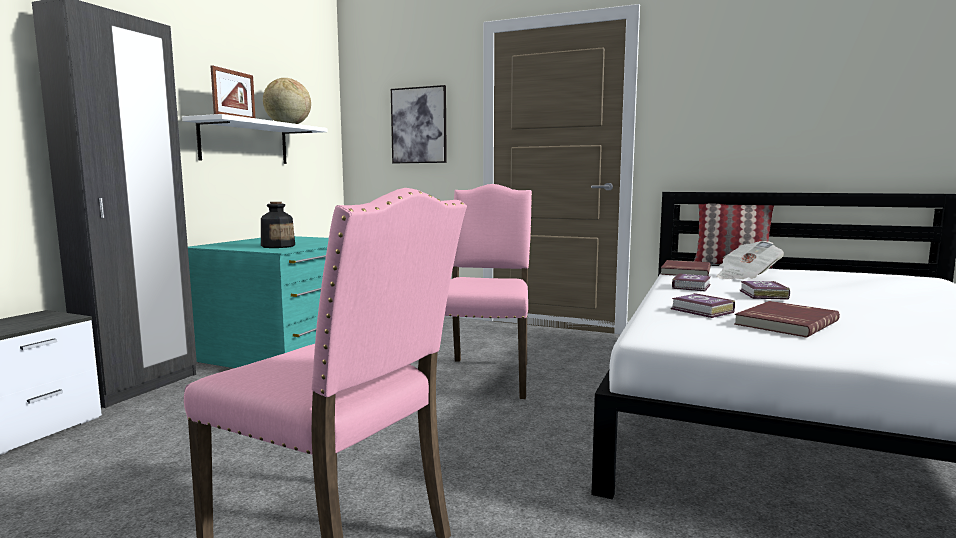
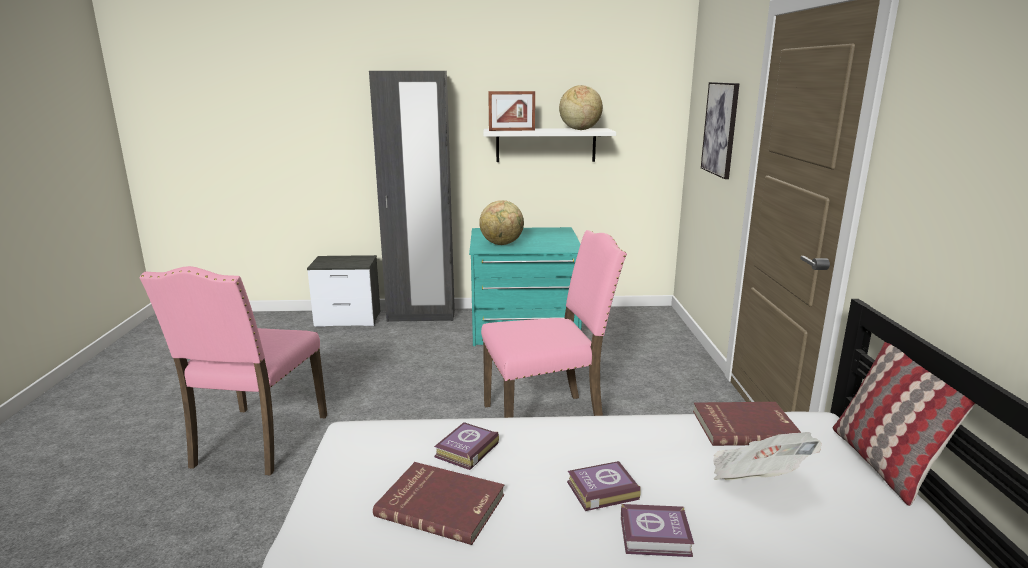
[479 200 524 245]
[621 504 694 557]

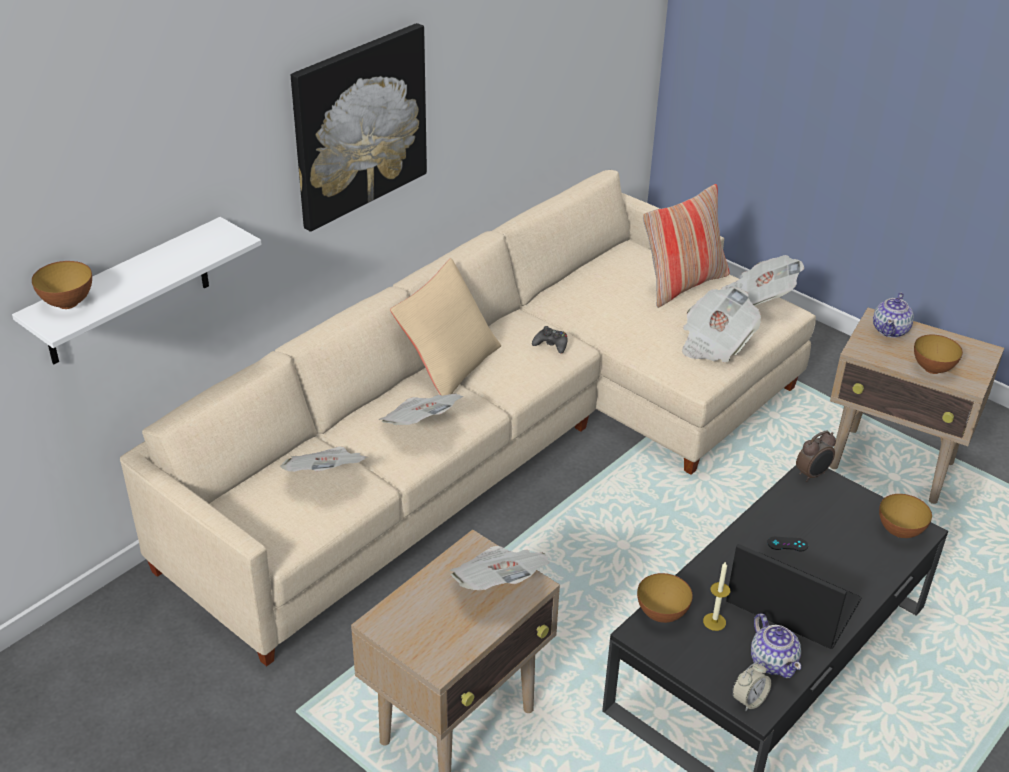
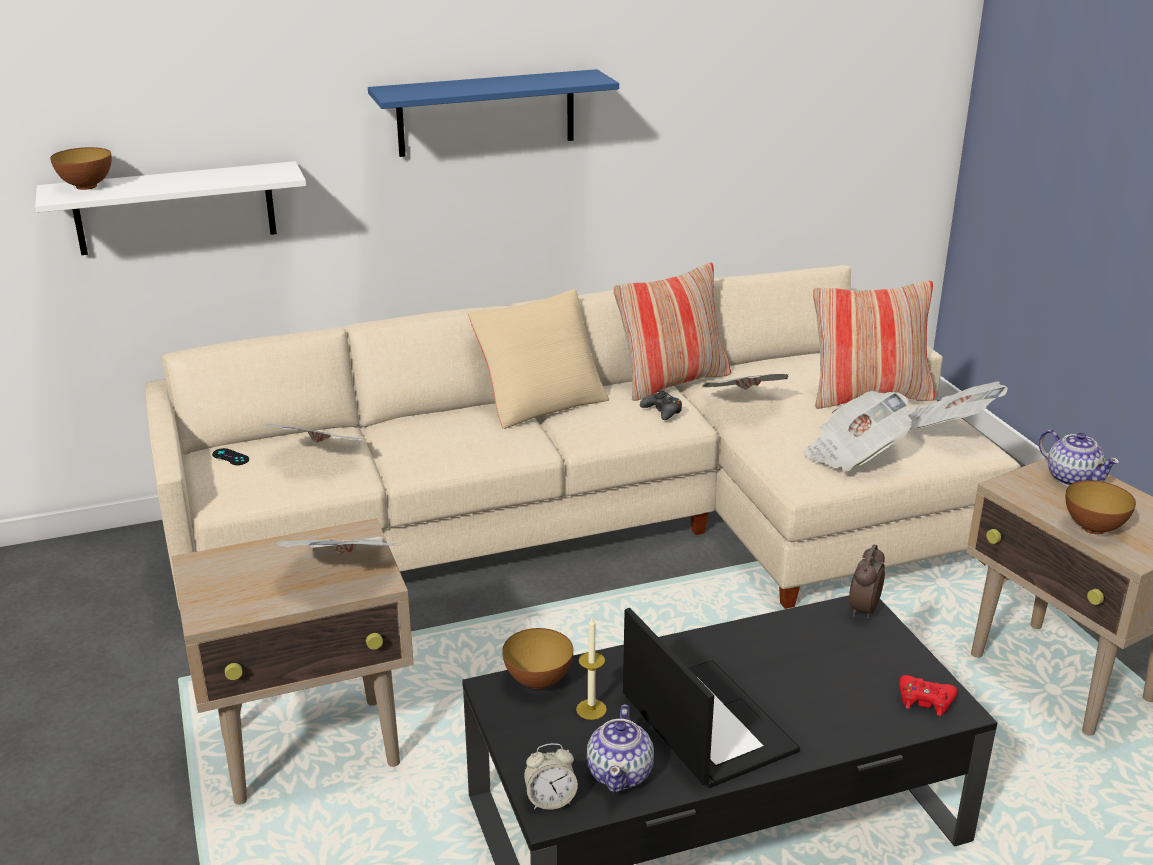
[368 69 619 157]
[1038 430 1120 486]
[702 374 789 390]
[849 544 885 619]
[899 675 957 716]
[212 448 249 465]
[613 263 731 401]

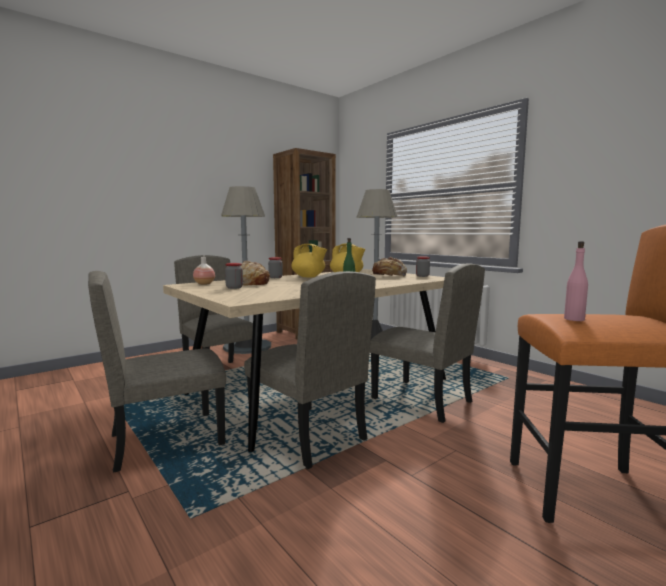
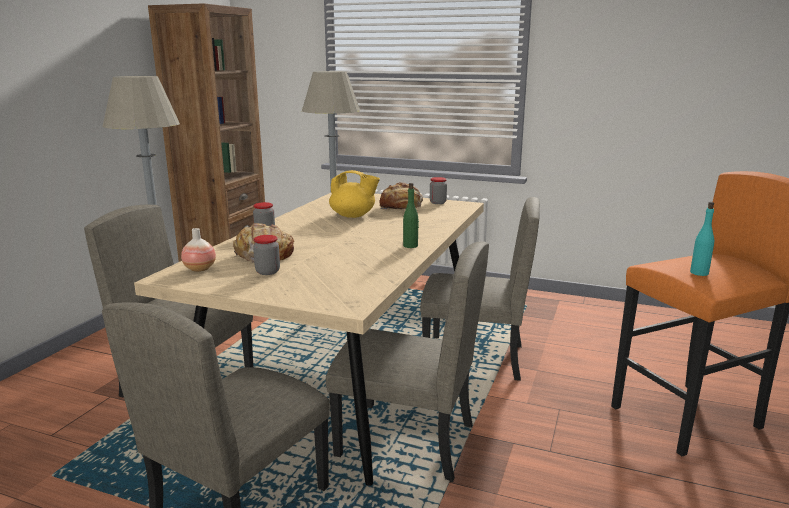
[690 202 714 276]
[291 244 327 277] (first image)

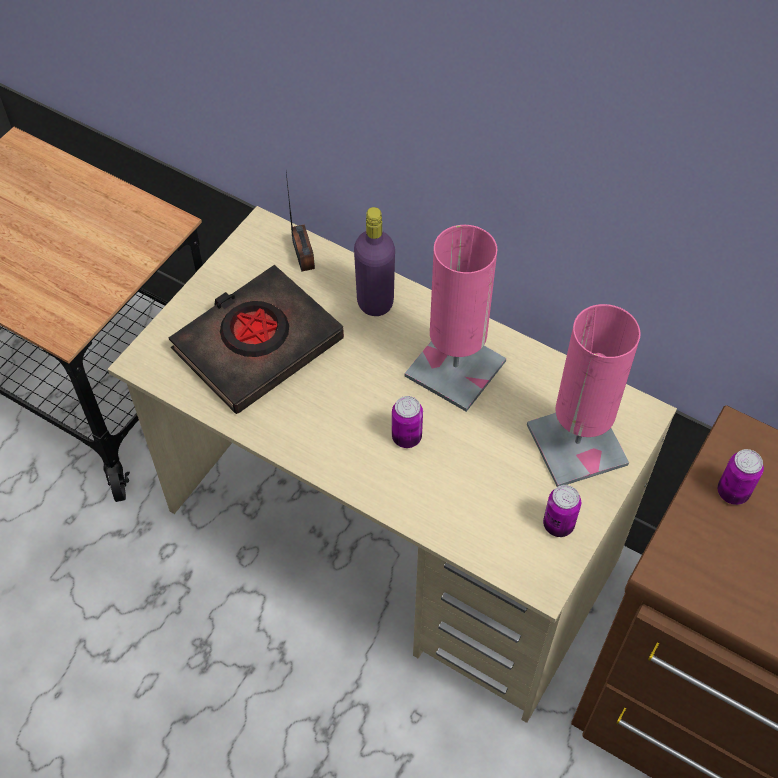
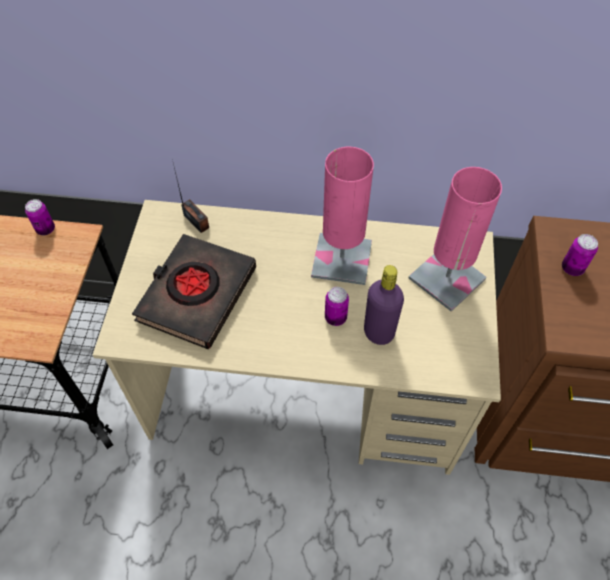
[364 265 404 345]
[25 199 55 235]

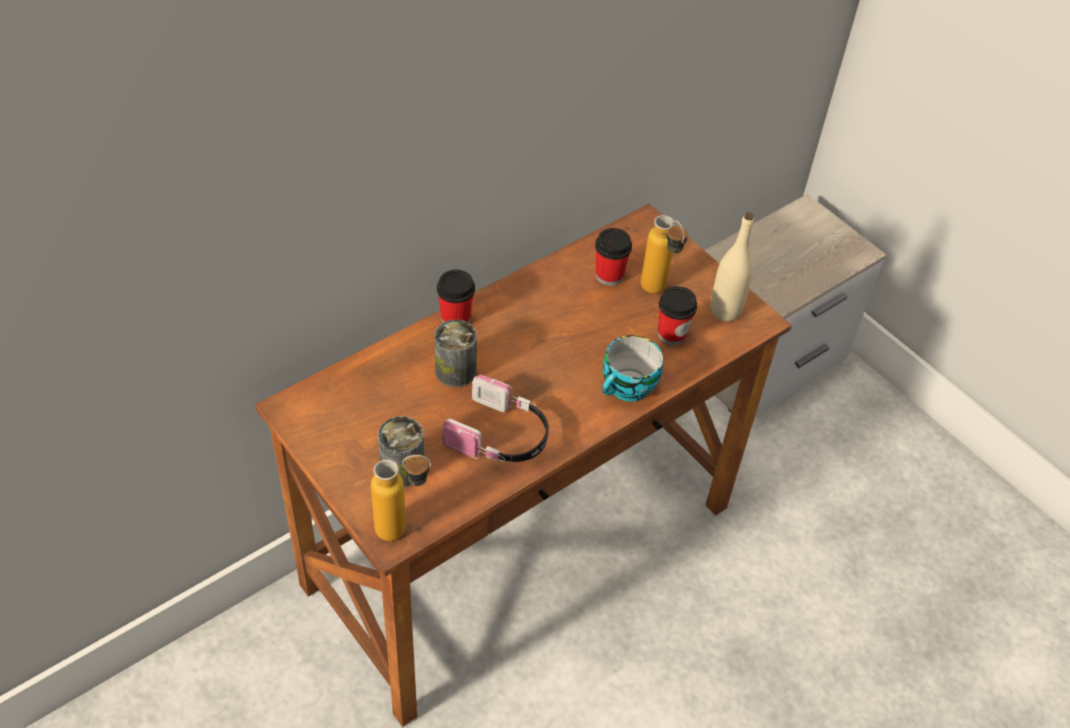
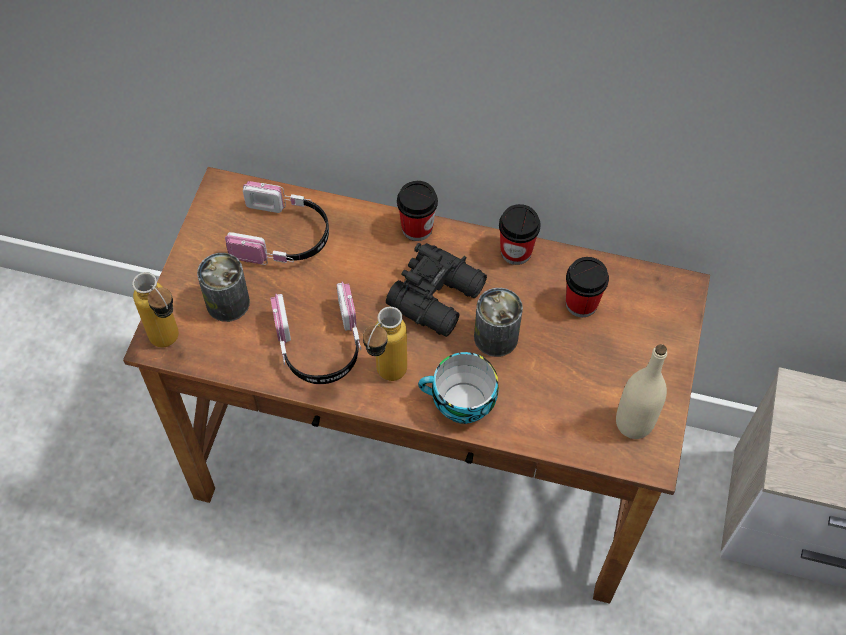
[363 307 407 381]
[499 204 541 265]
[474 288 523 357]
[225 181 329 265]
[386 243 487 337]

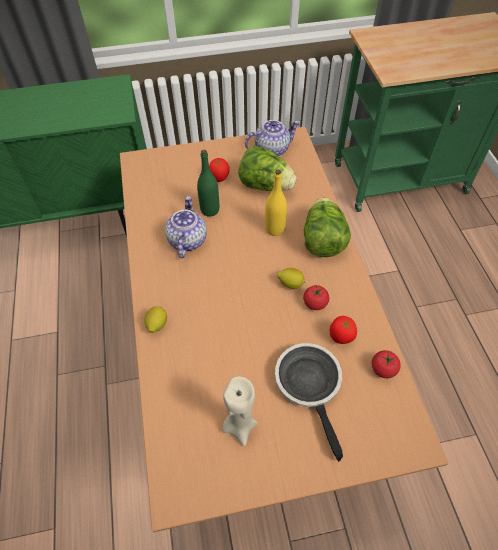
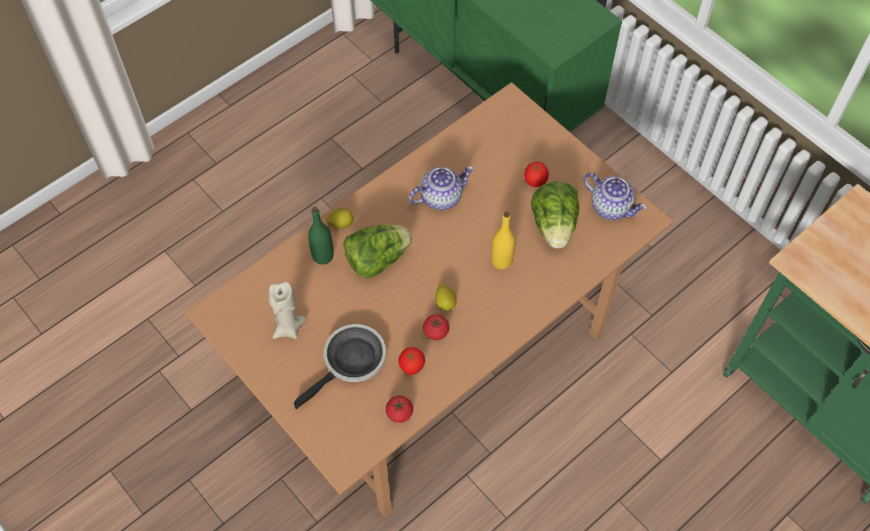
[308 207 334 265]
[344 224 412 278]

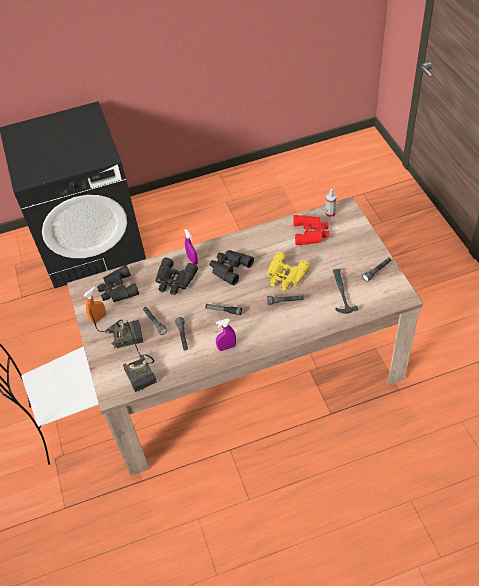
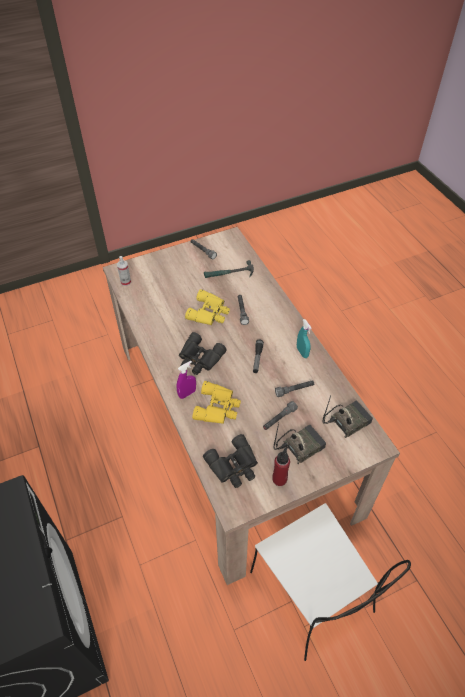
[293 215 330 245] (first image)
[192 381 241 424]
[272 447 290 486]
[274 422 326 464]
[297 319 312 358]

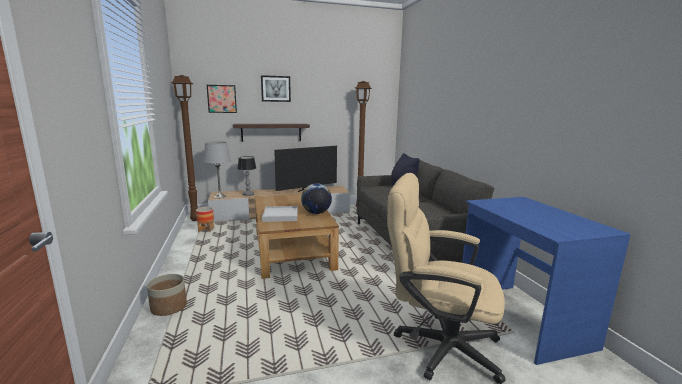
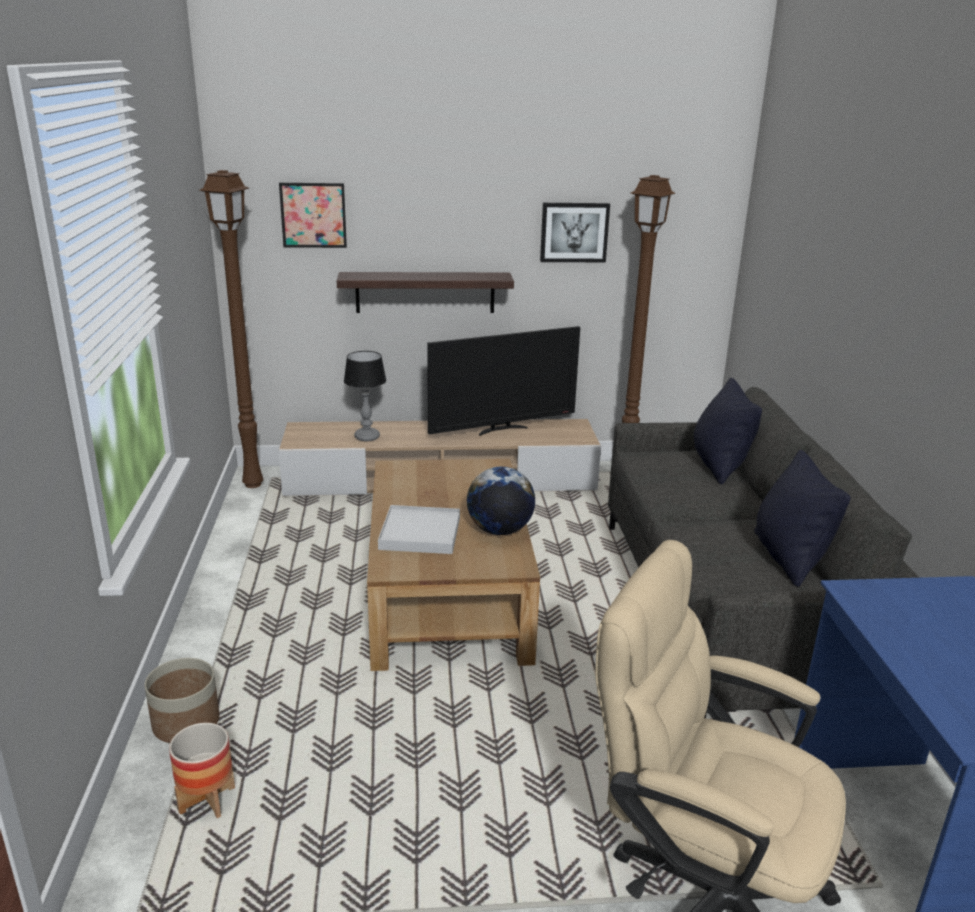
[540 203 610 262]
[203 141 231 198] (first image)
[169 723 235 818]
[754 450 851 587]

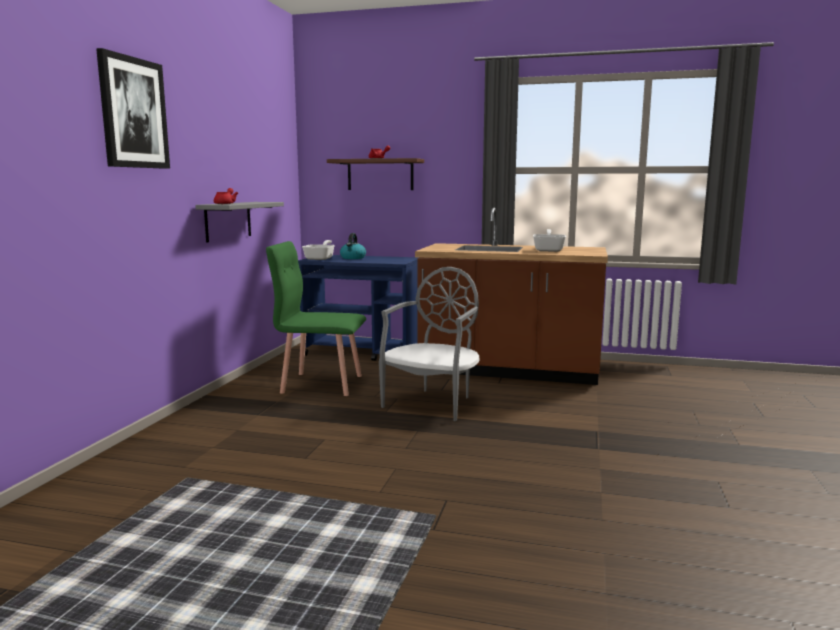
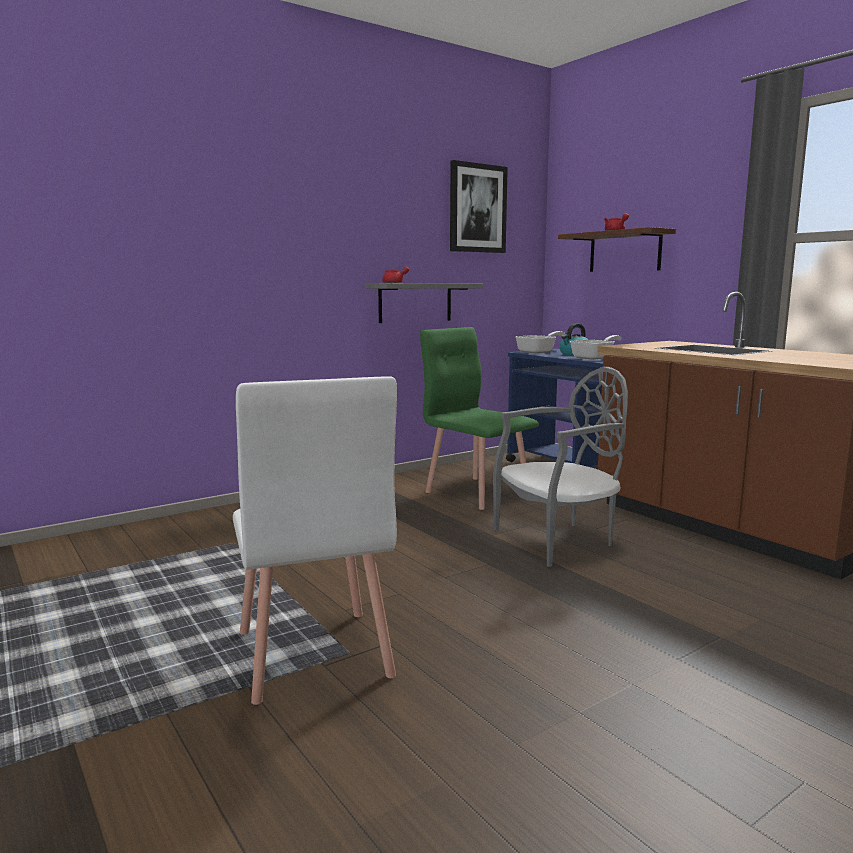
[450 160 508 253]
[570 335 622 360]
[233 376 397 705]

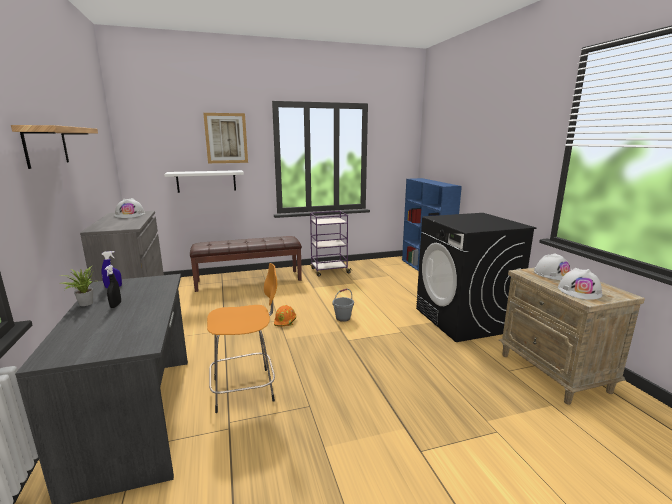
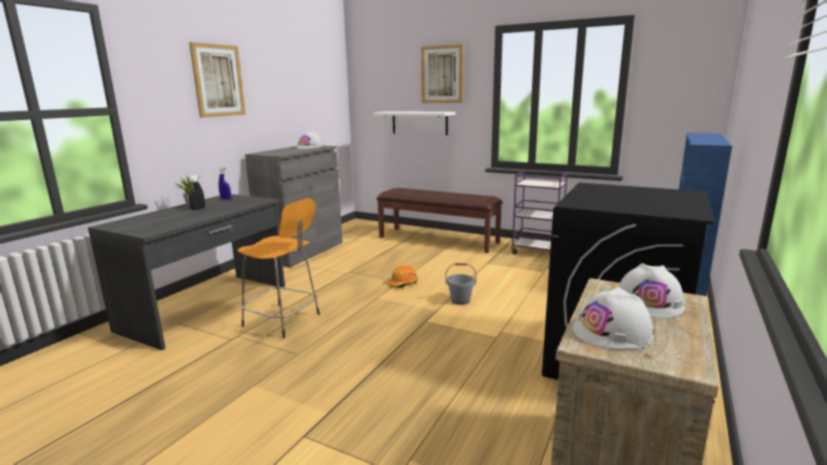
[189 42 246 118]

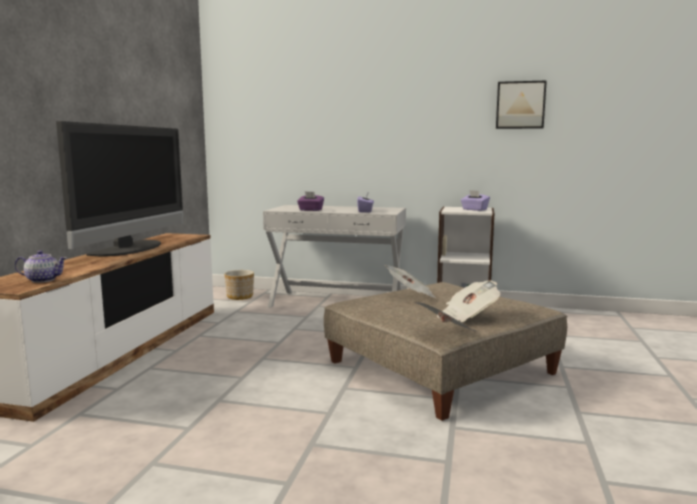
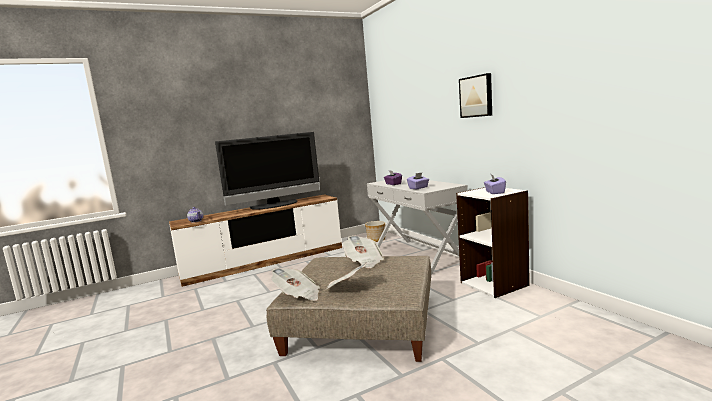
[459 73 492 118]

